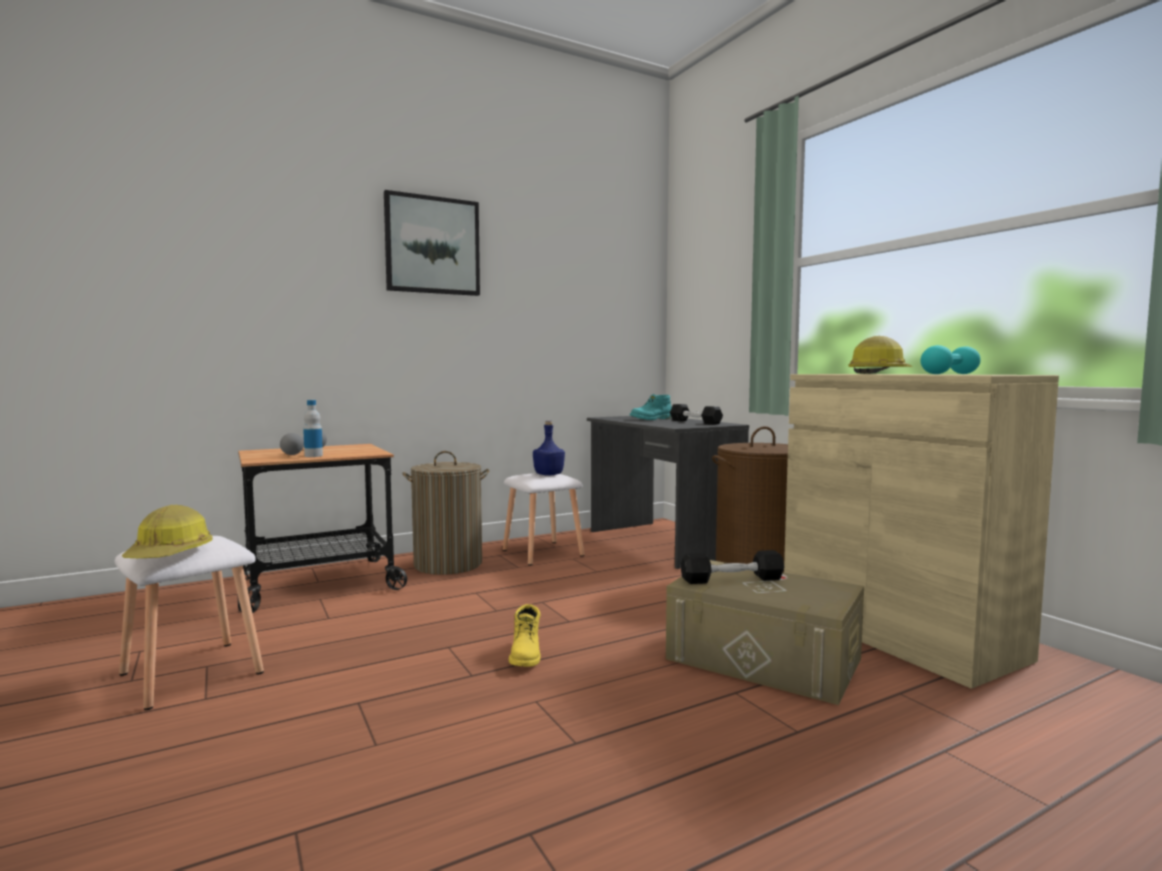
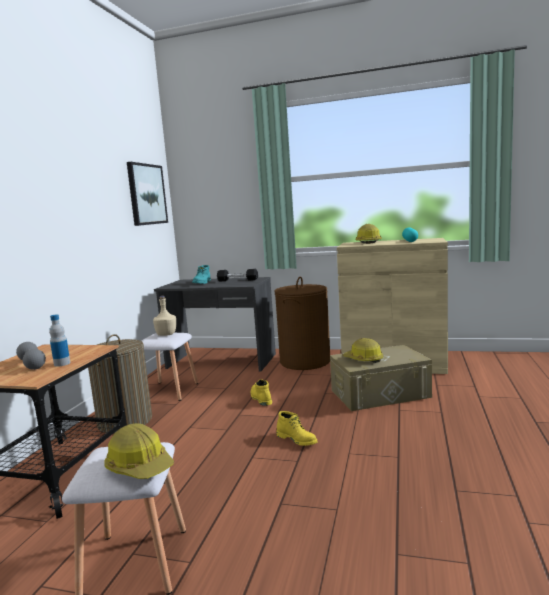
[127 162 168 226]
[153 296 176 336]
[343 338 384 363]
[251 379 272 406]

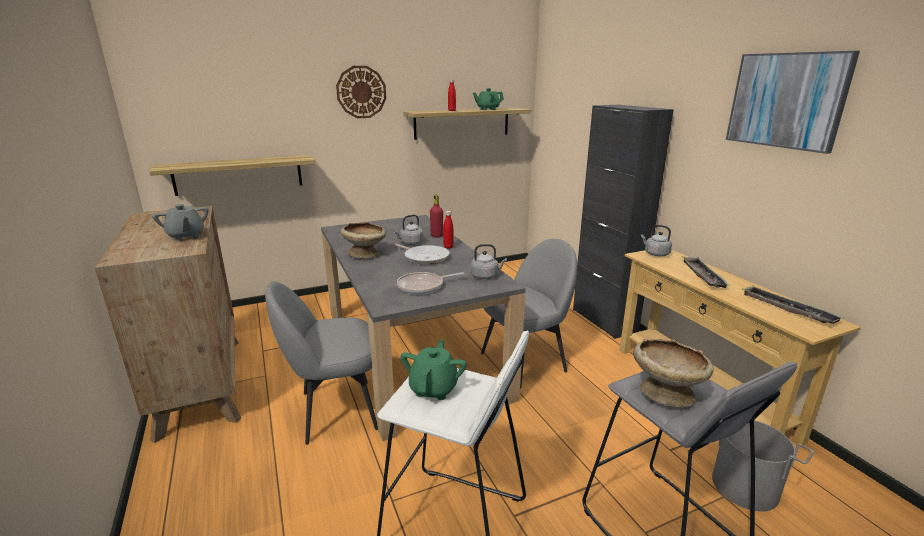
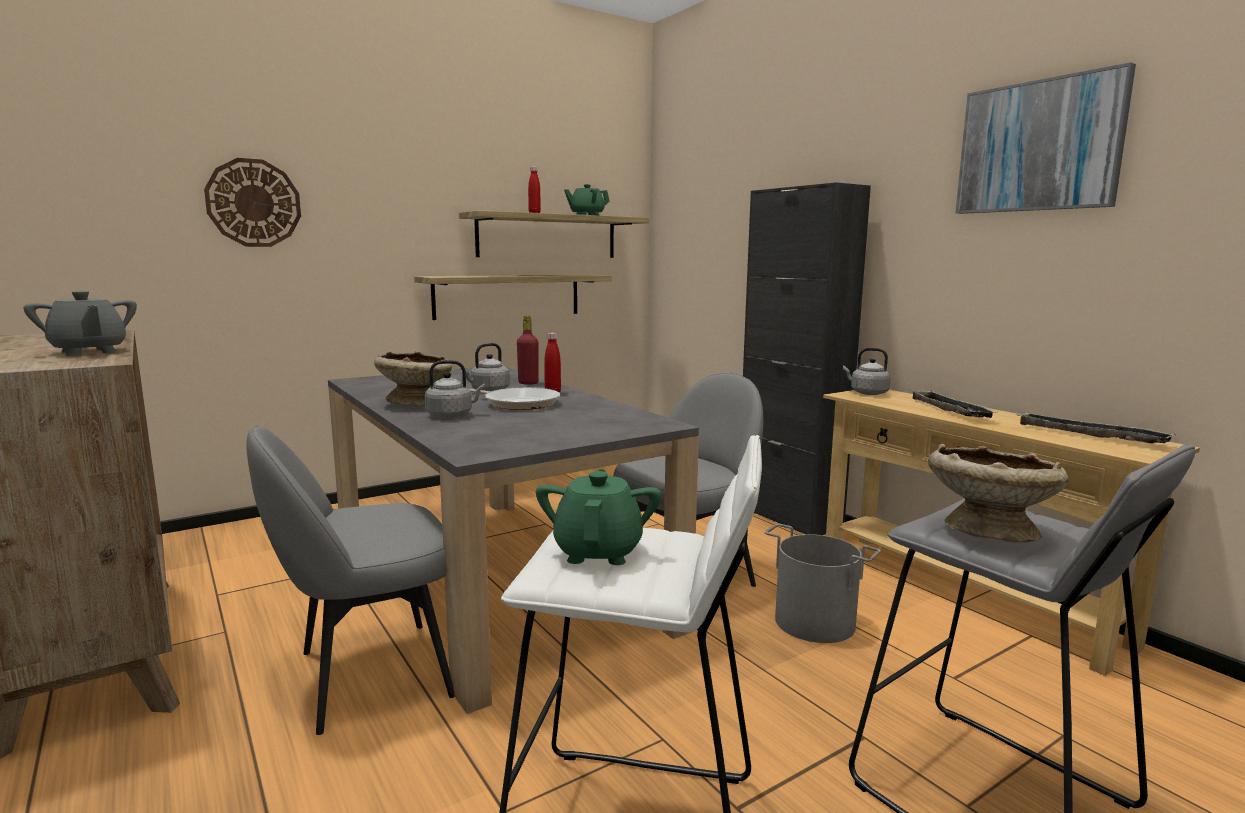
[204 158 301 247]
[414 274 612 320]
[425 360 485 418]
[397 272 465 295] (first image)
[765 524 881 643]

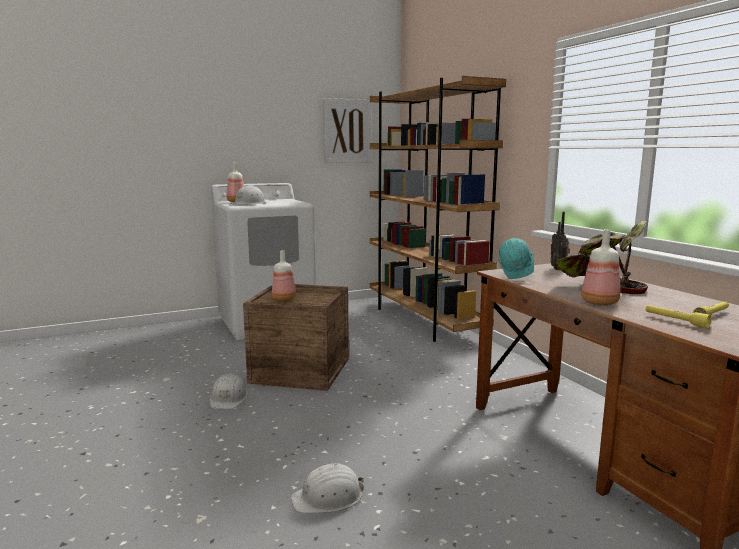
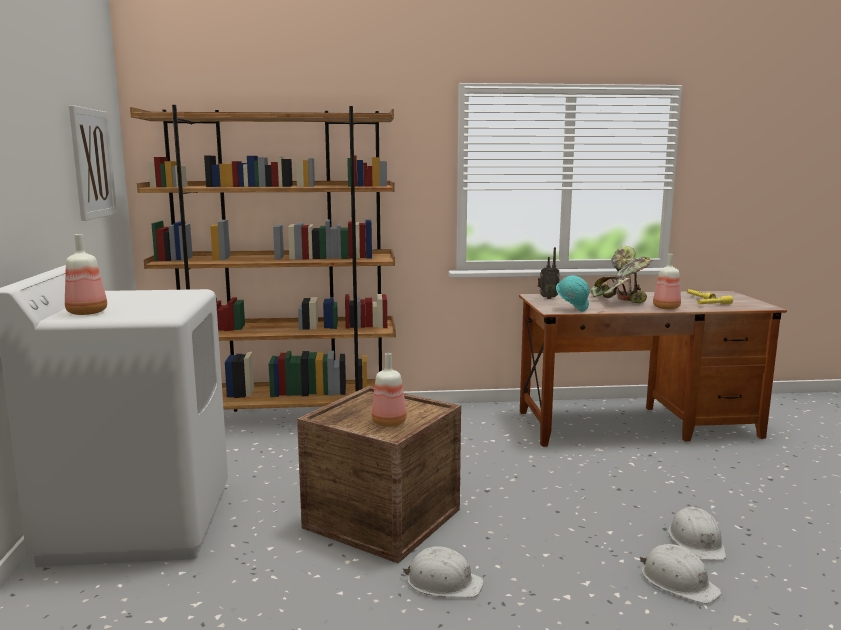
[640 544 722 604]

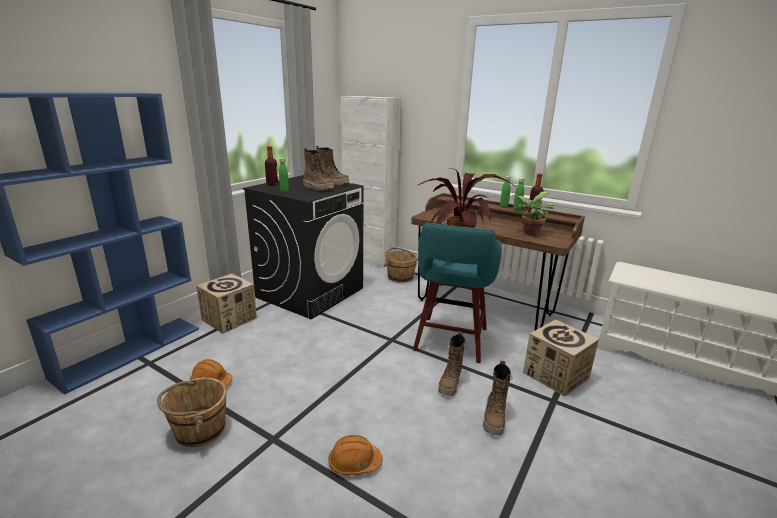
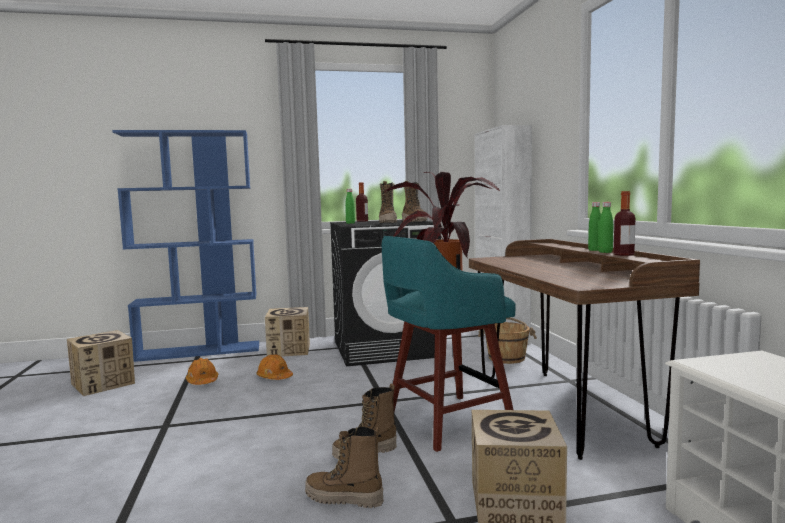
[513 192 554 236] (first image)
[305 426 384 508]
[157 376 226 447] (first image)
[256 355 293 380]
[67 330 135 396]

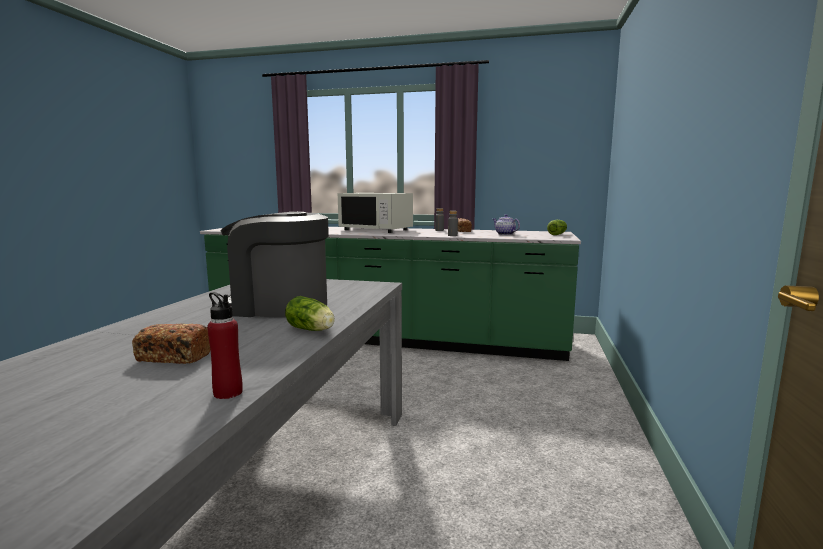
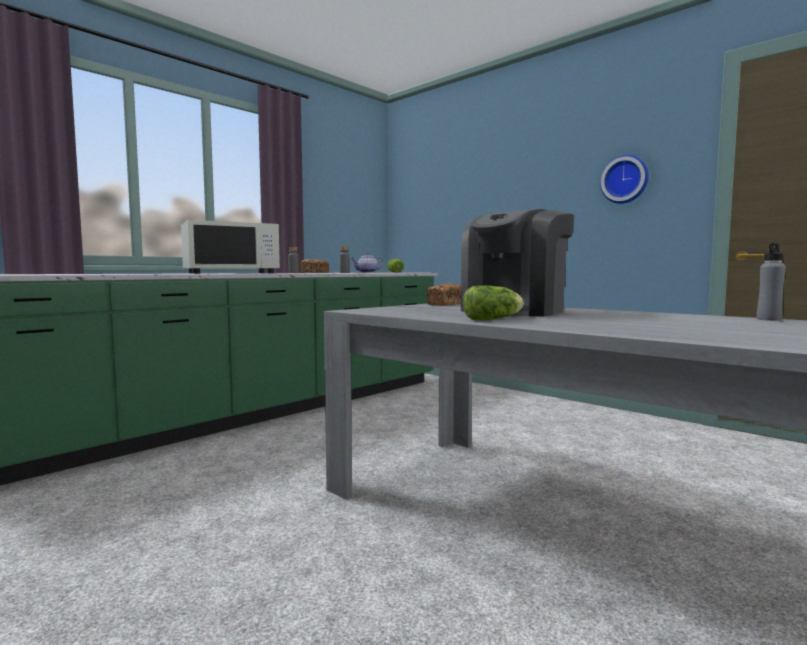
[757 243 786 321]
[463 285 524 320]
[426 283 461 306]
[600 155 649 204]

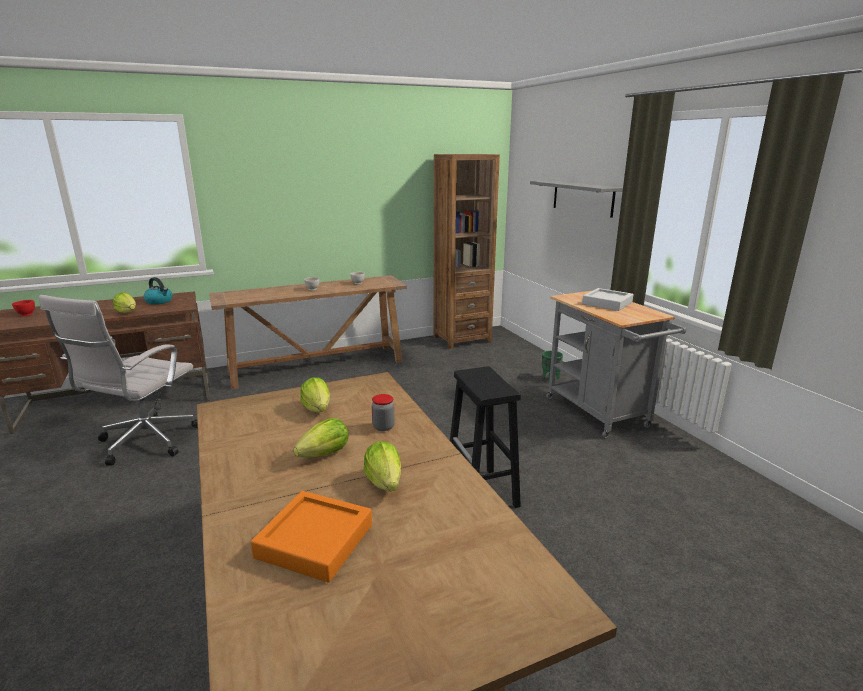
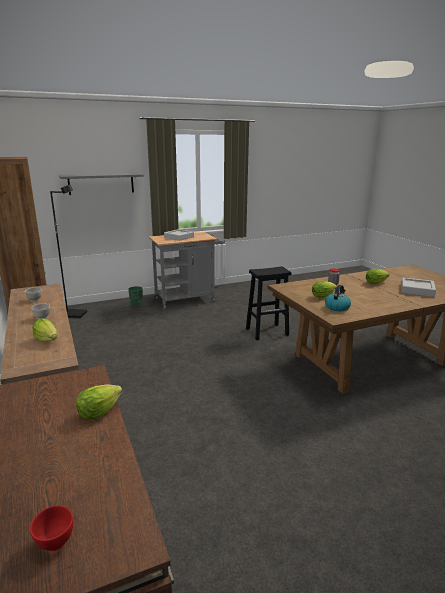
[325 285 351 311]
[39 295 198 465] (first image)
[33 318 57 342]
[401 278 436 297]
[50 185 87 318]

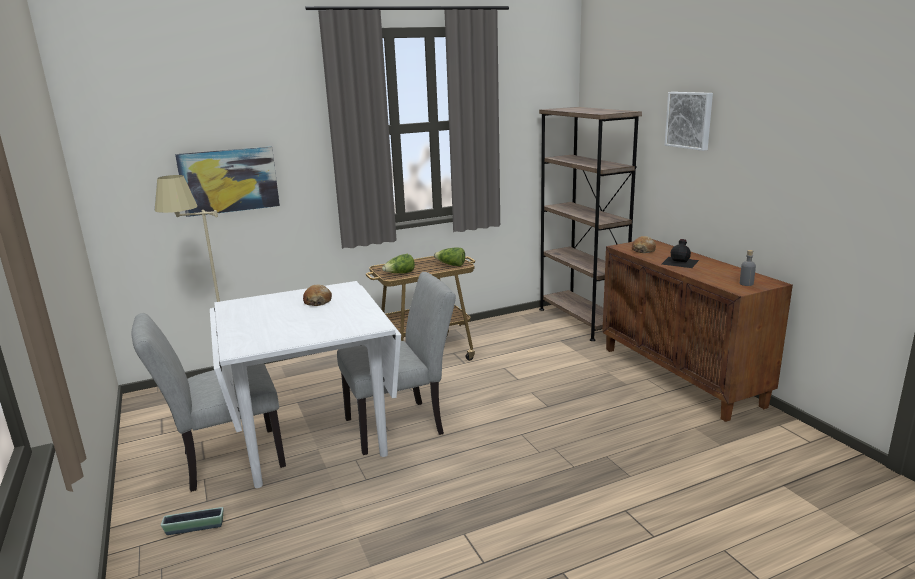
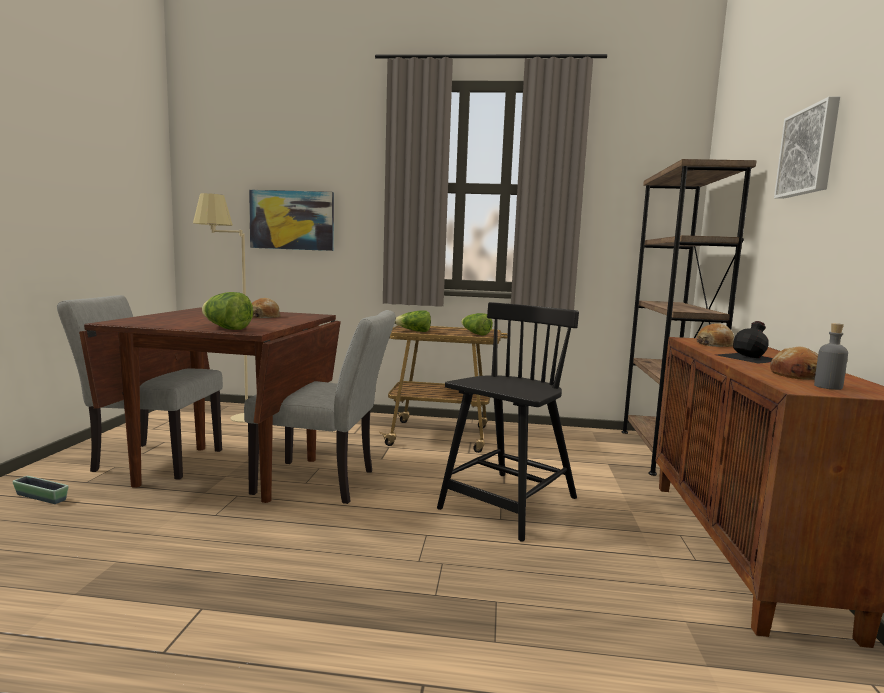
[79 307 341 503]
[202 292 254 330]
[437 302 579 542]
[770 346 818 380]

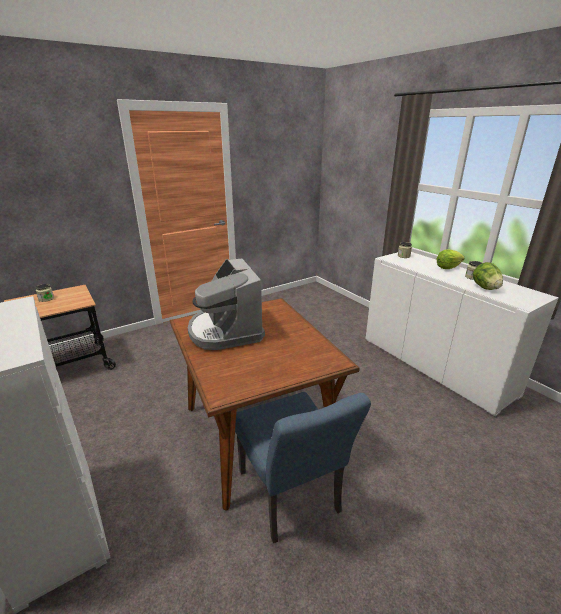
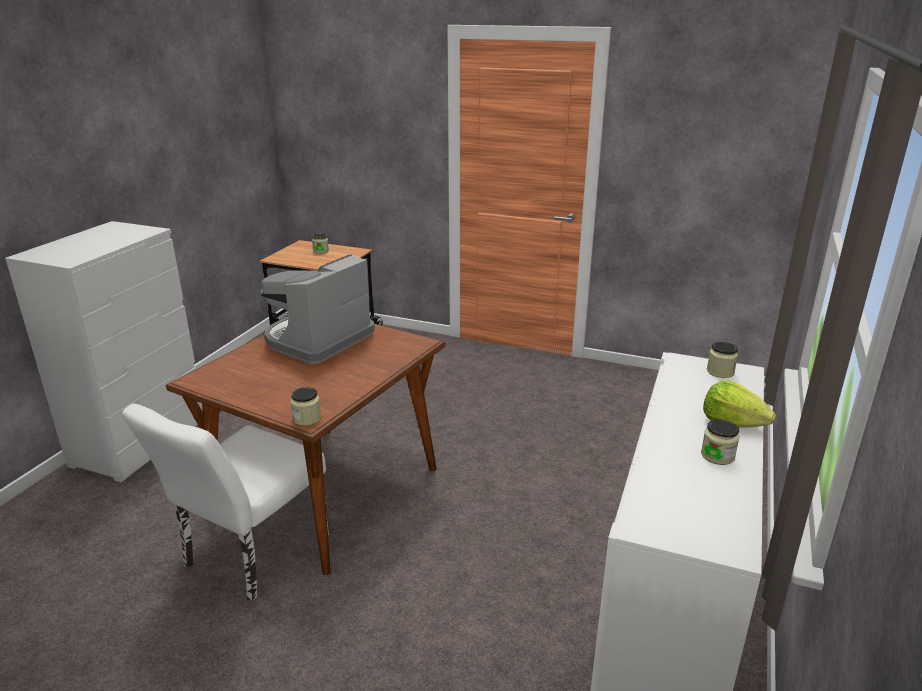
[473 262 503 290] (first image)
[122 404 330 602]
[291 387 321 426]

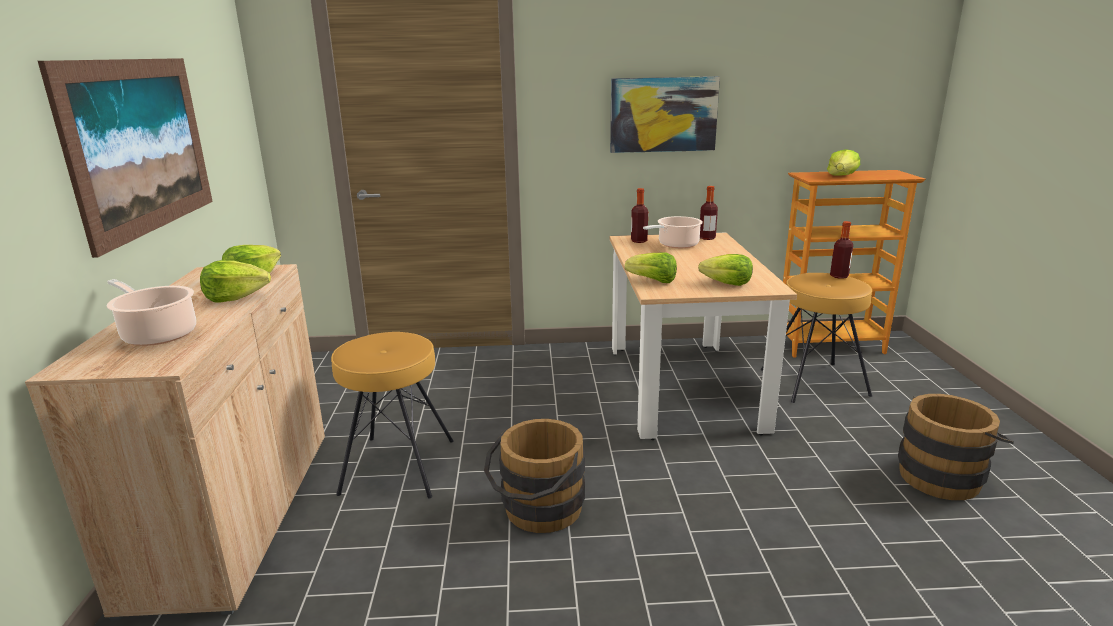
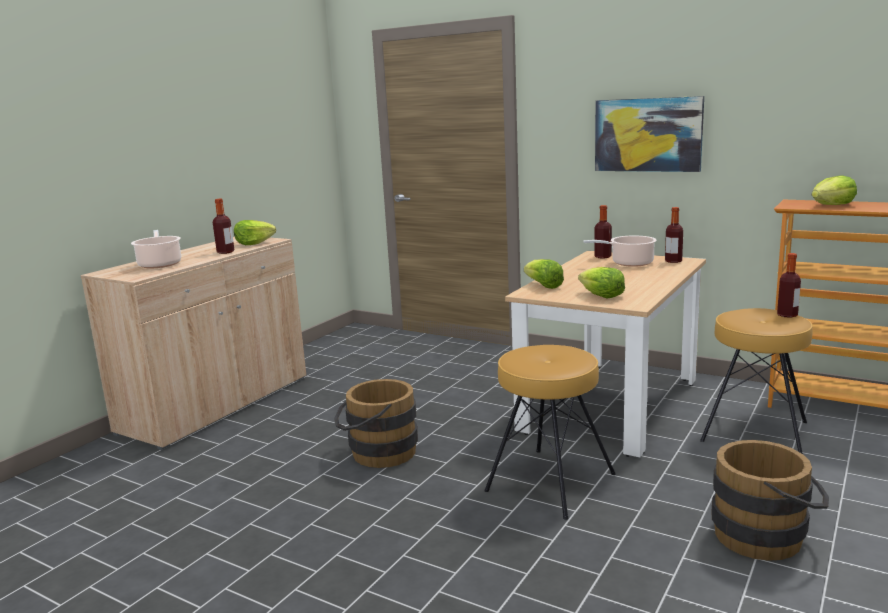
[38 58 213 258] (first image)
[213 199 234 254]
[484 345 616 520]

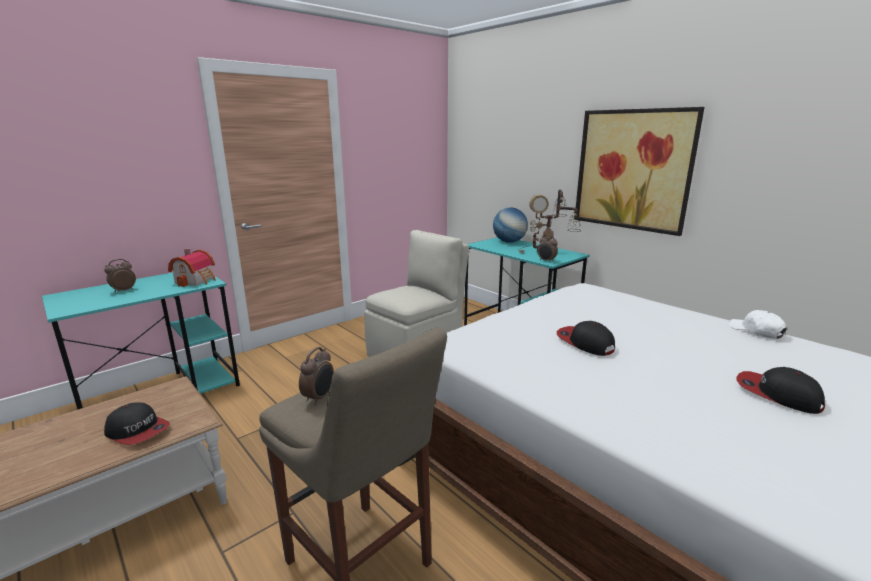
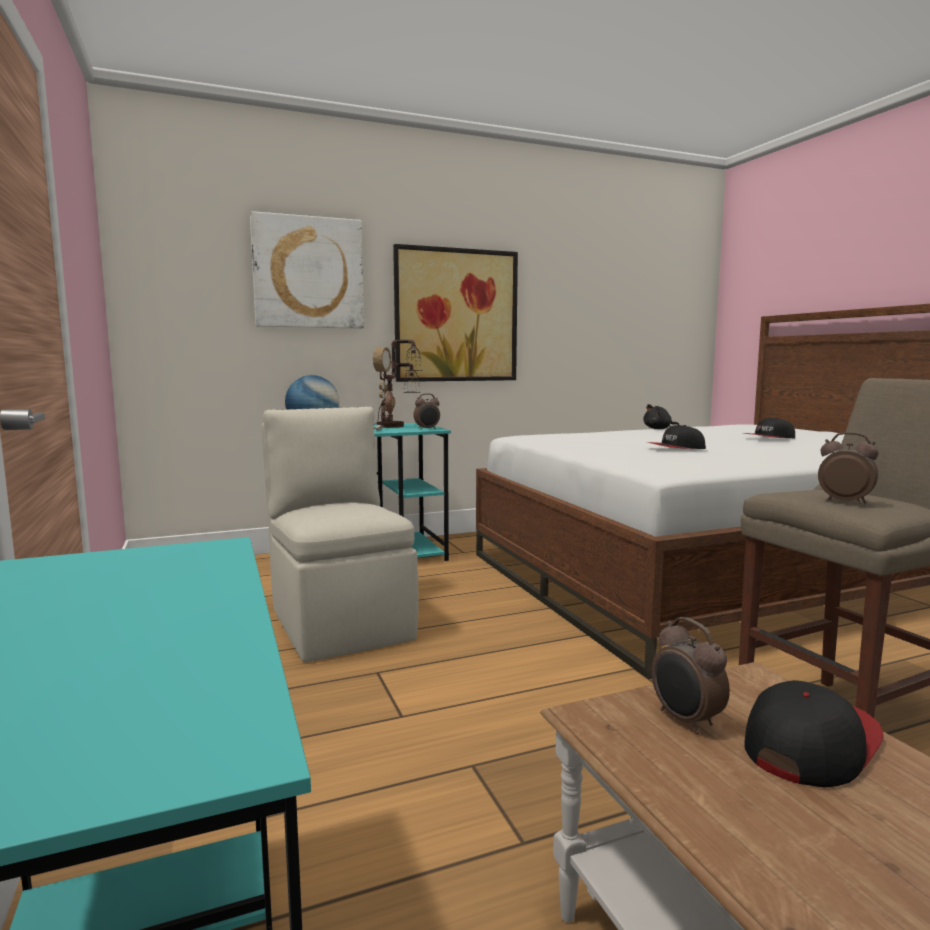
[168 249 216 287] (first image)
[651 617 730 734]
[643 404 679 429]
[250 211 364 329]

